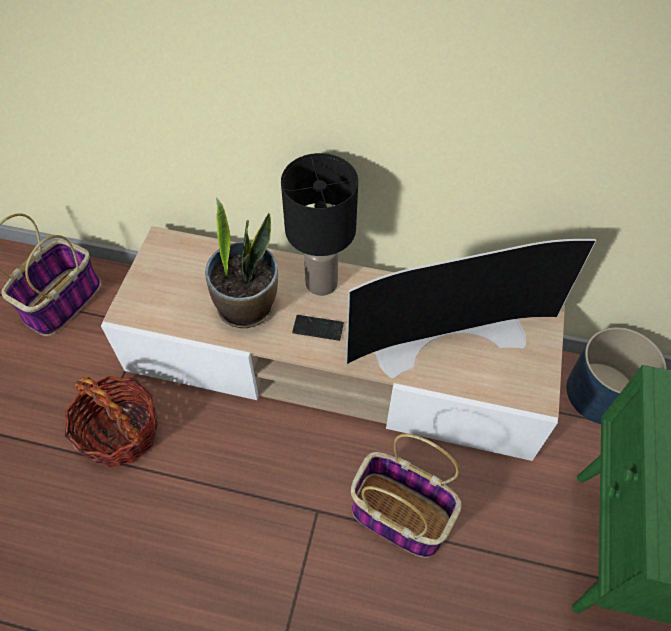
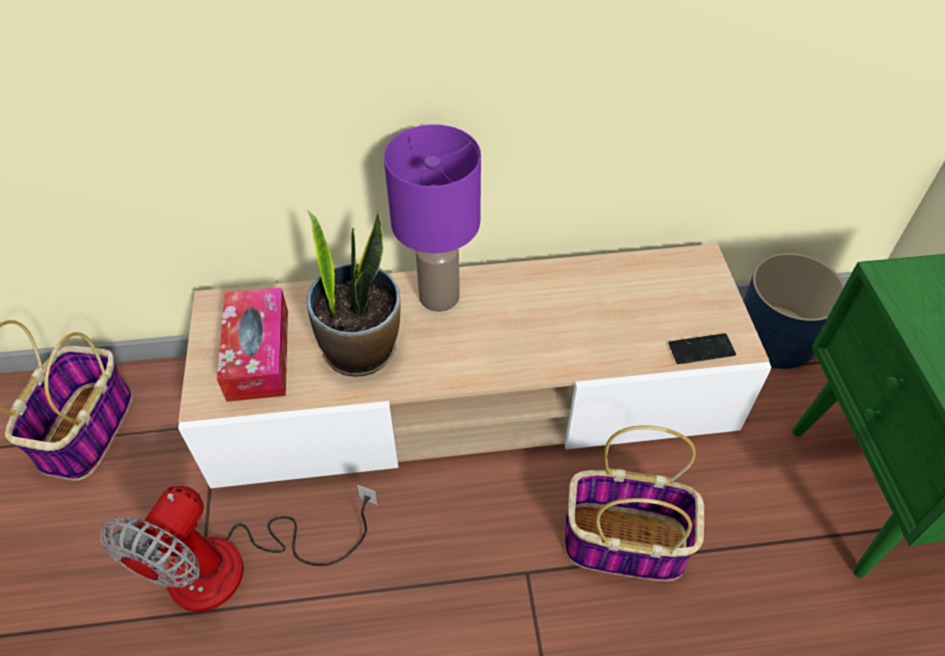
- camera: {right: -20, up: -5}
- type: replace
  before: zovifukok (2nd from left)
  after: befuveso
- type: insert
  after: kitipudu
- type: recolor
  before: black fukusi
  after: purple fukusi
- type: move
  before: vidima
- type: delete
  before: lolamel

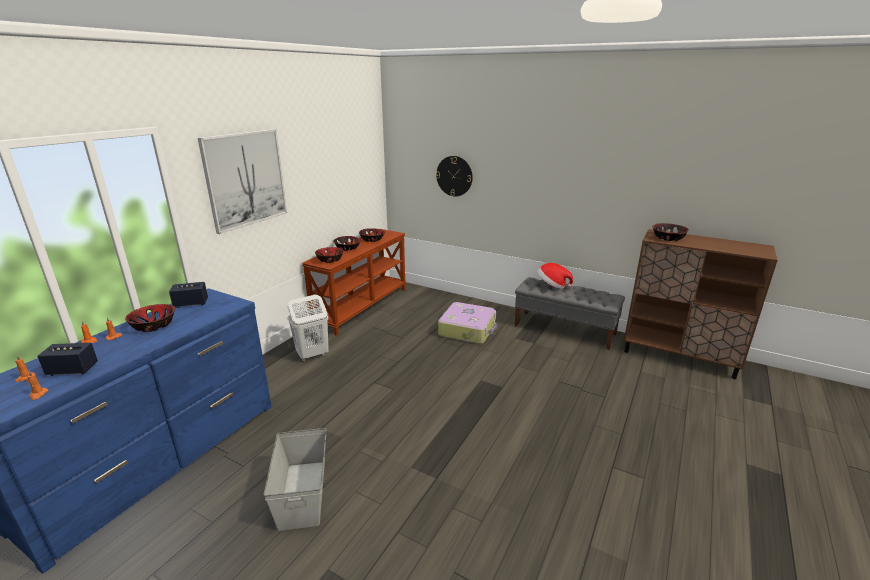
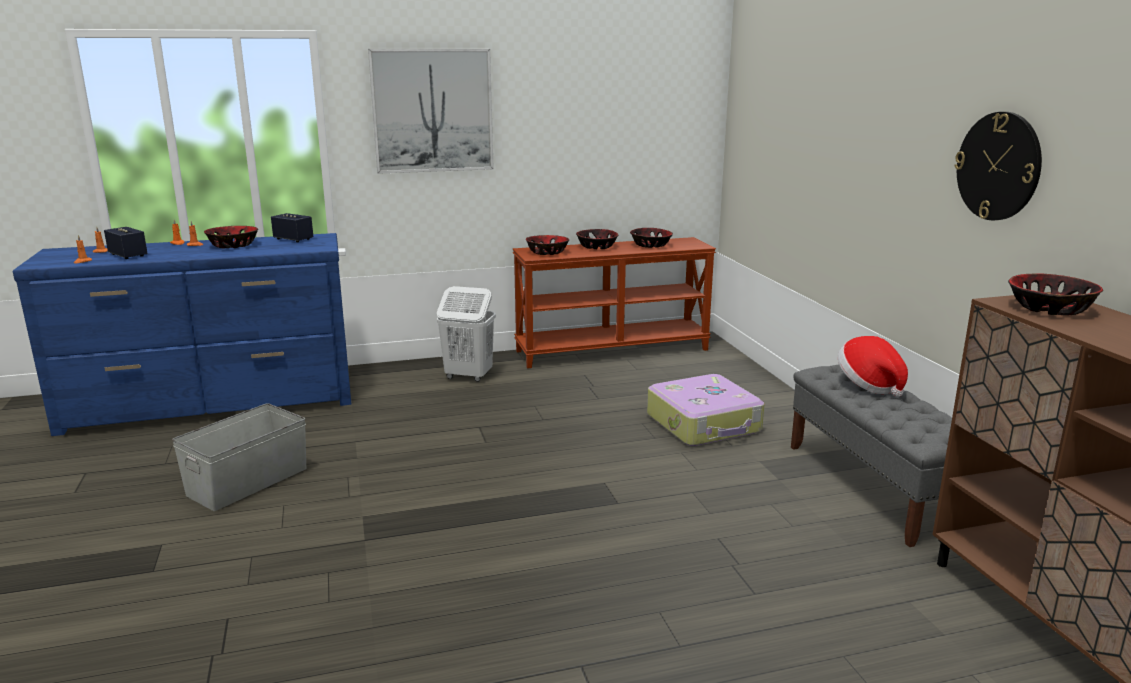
- camera: {right: 45, up: -5}
- type: move
  before: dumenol

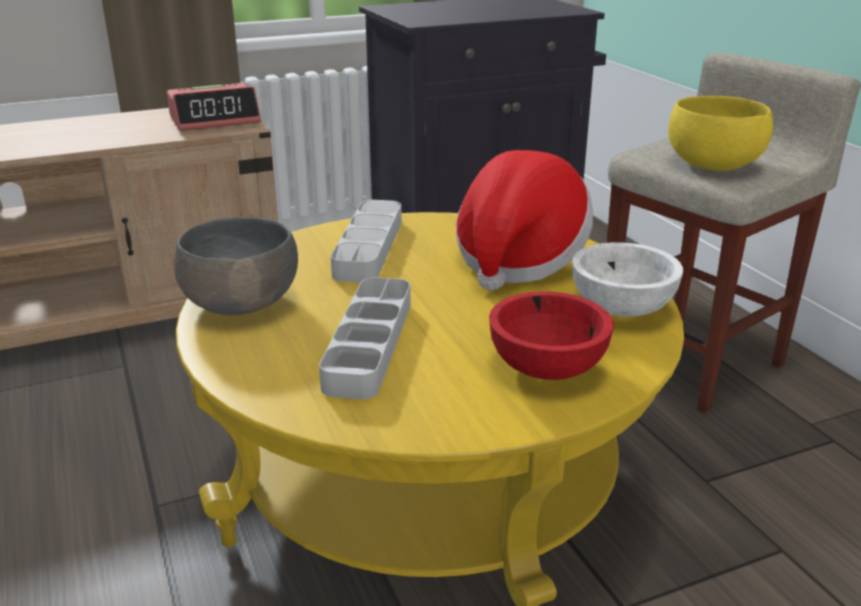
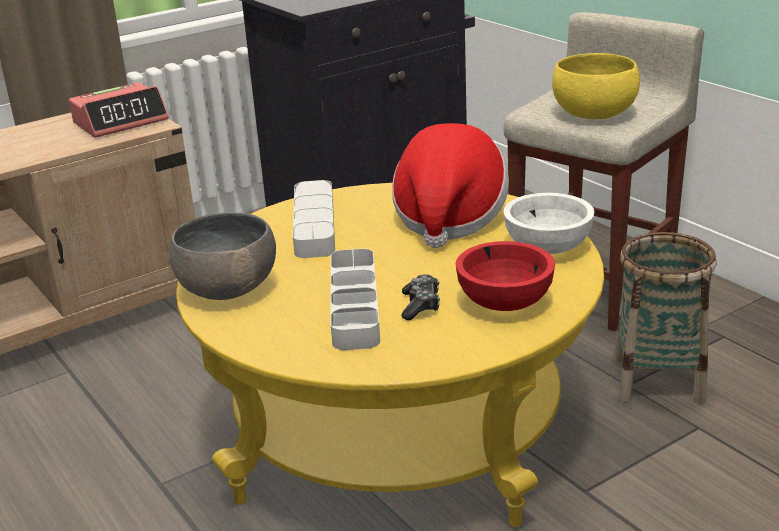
- camera: {right: -10, up: 0}
- type: insert
  after: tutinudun
- type: insert
  after: zovifukok

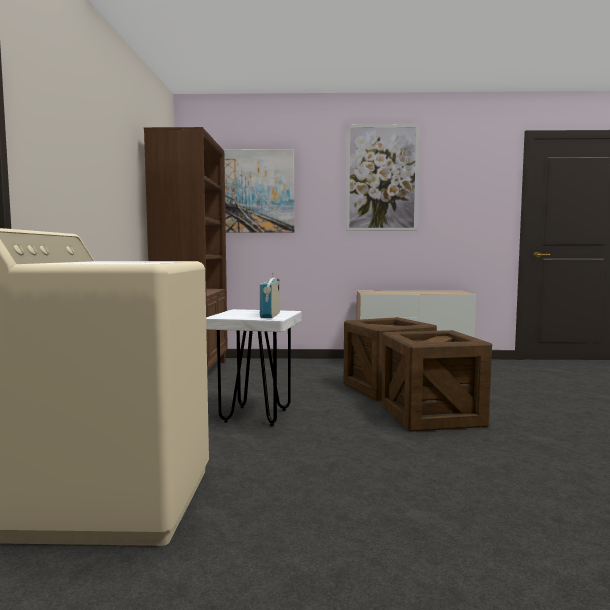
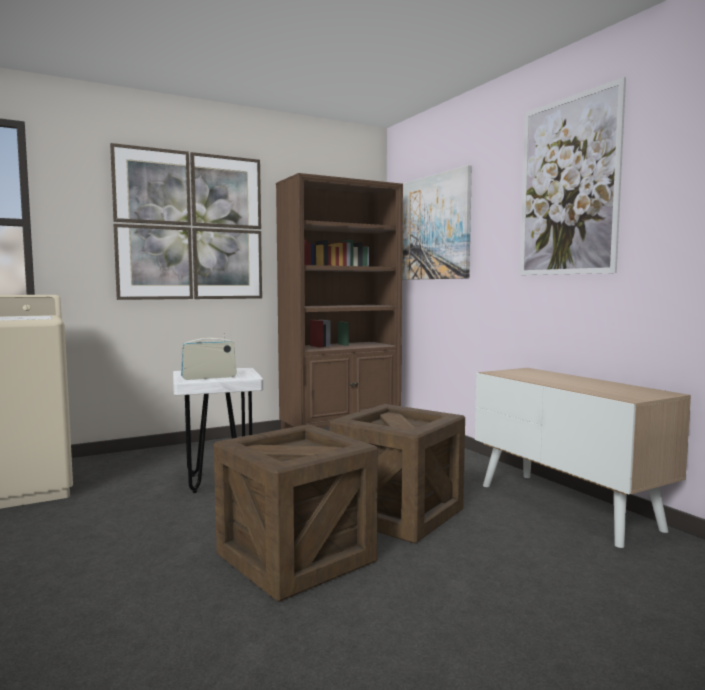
- camera: {right: 60, up: 0}
- type: insert
  after: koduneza (1st from left)

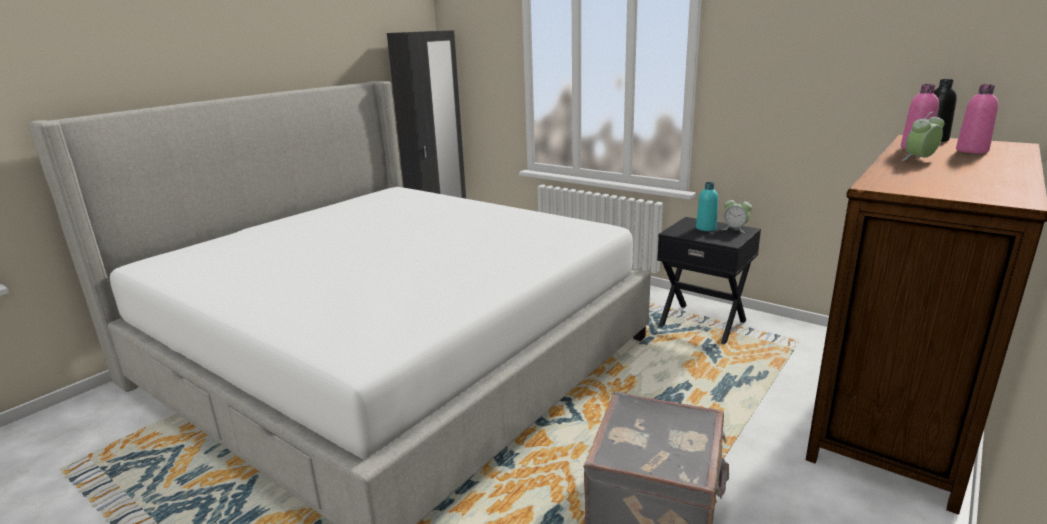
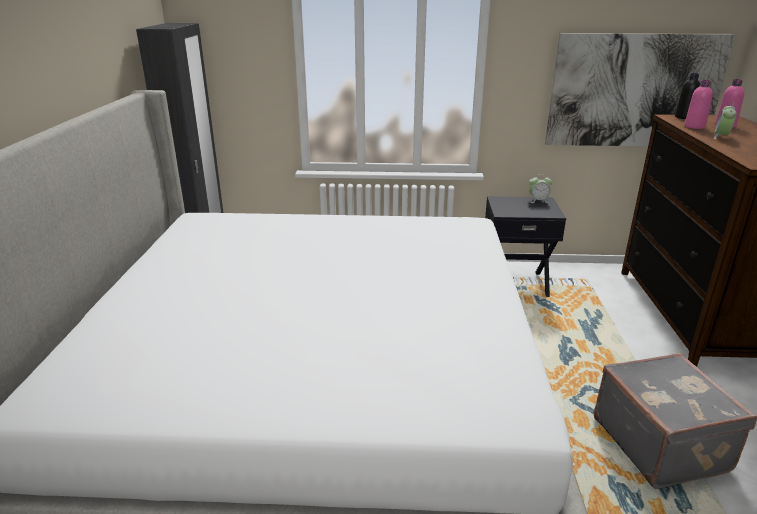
- camera: {right: -35, up: 5}
- type: insert
  after: koduneza
- type: delete
  before: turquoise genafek

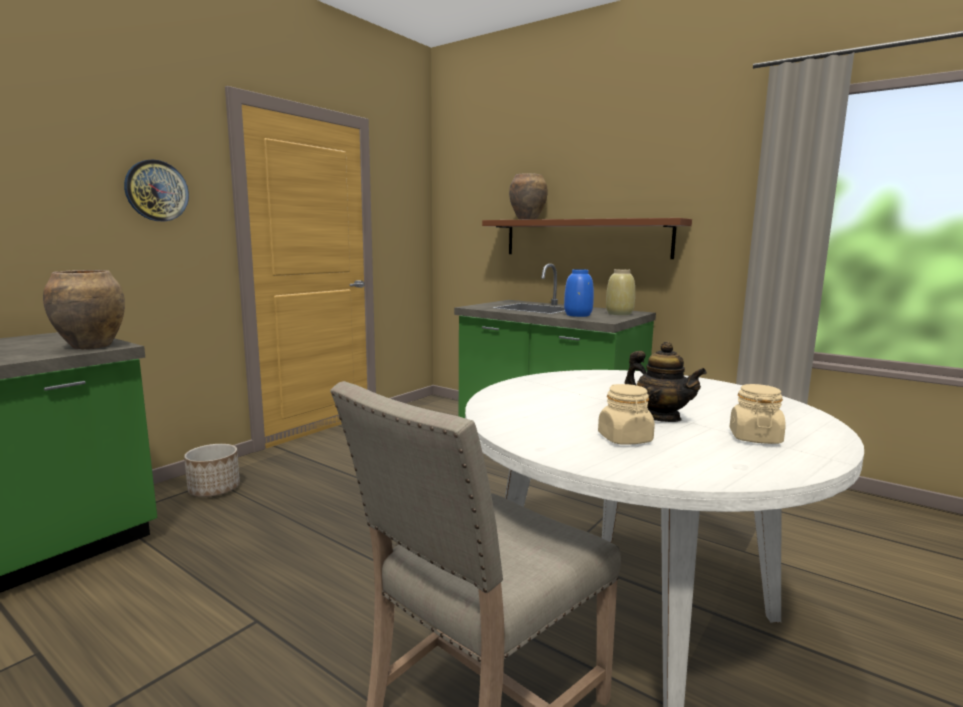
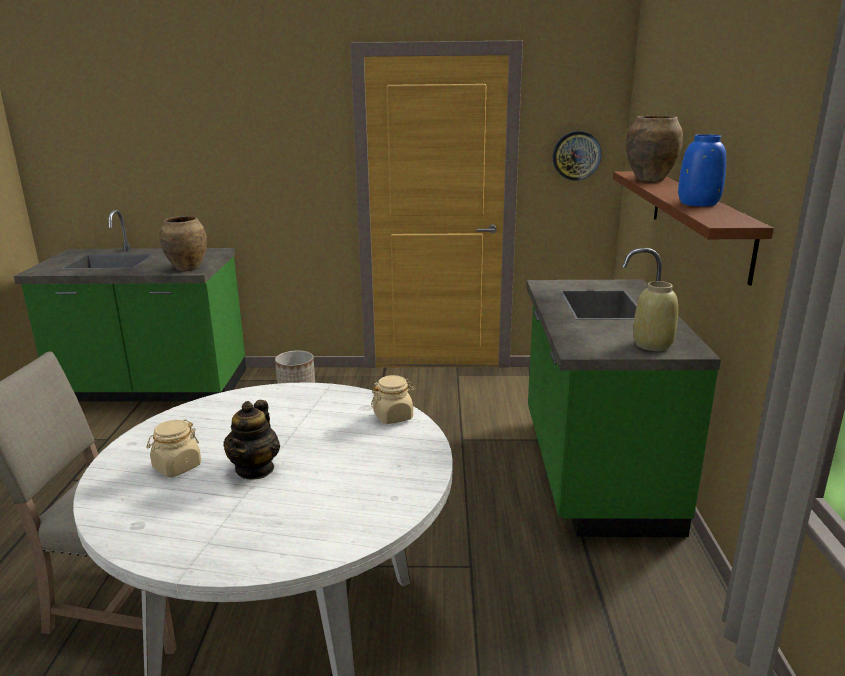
- camera: {right: 55, up: 10}
- type: move
  before: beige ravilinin (2nd from left)
- type: move
  before: dumenol
- type: move
  before: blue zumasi

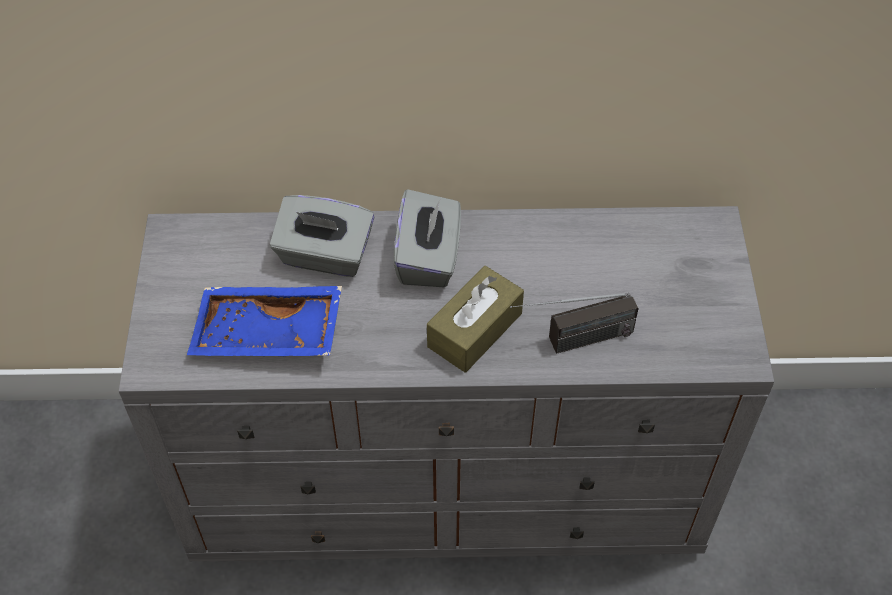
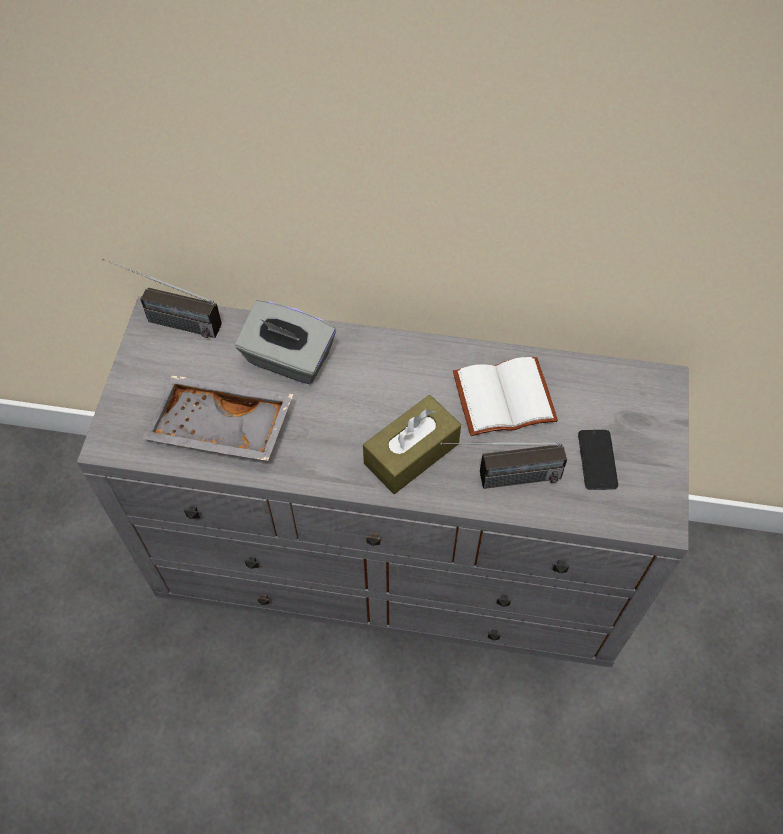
- camera: {right: 10, up: 5}
- type: insert
  after: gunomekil (1st from left)
- type: recolor
  before: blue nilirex
  after: grey nilirex
- type: insert
  after: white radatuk
- type: insert
  after: vidima
- type: delete
  before: grey kitipudu (2nd from left)

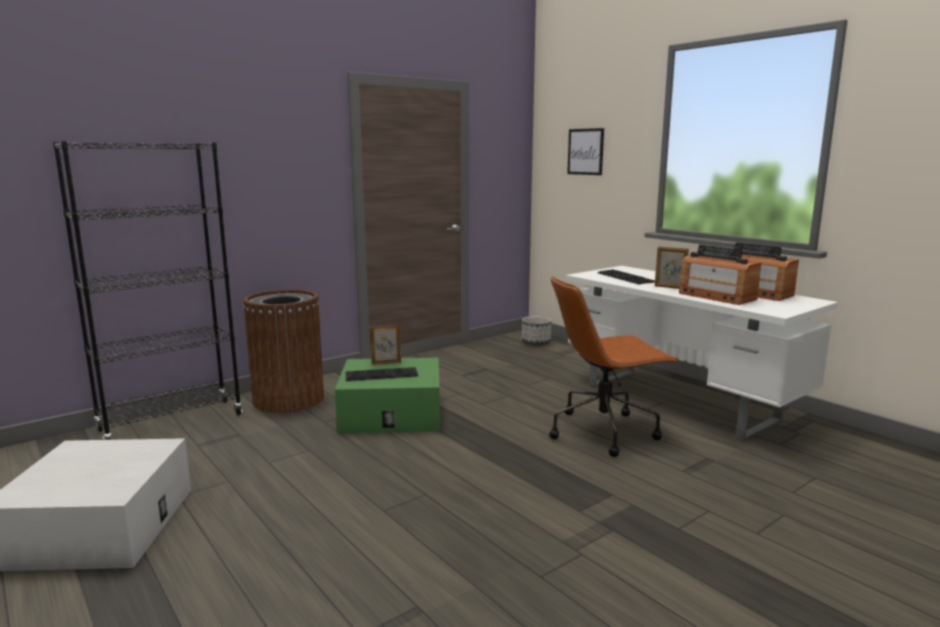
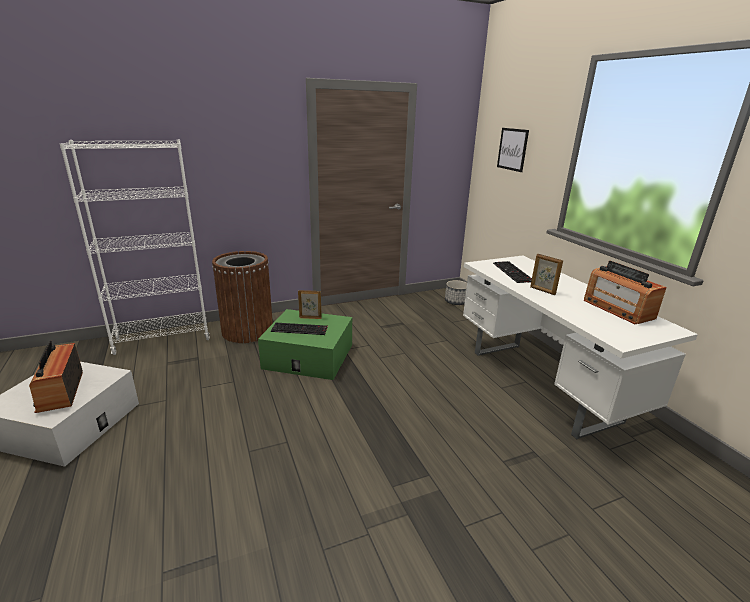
- camera: {right: 15, up: 10}
- type: move
  before: gunomekil (1st from left)
- type: recolor
  before: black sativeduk
  after: white sativeduk
- type: delete
  before: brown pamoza

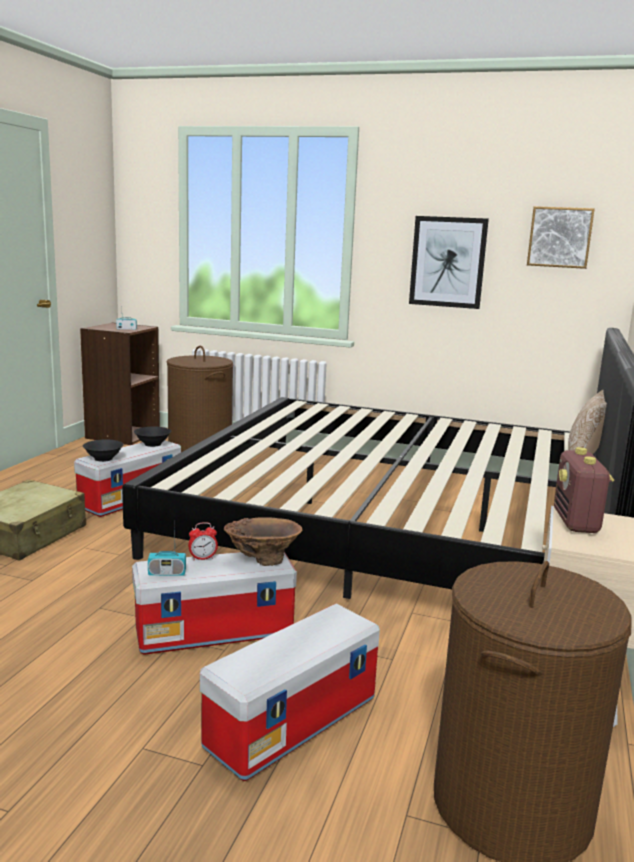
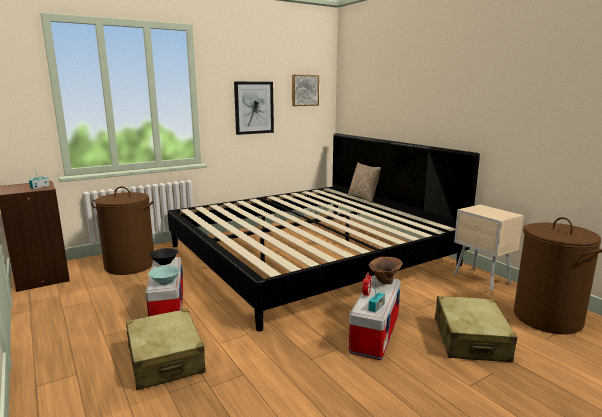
- camera: {right: -50, up: 0}
- type: recolor
  before: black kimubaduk (1st from left)
  after: turquoise kimubaduk
- type: replace
  before: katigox (3rd from left)
  after: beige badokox (2nd from left)
- type: delete
  before: gunomekil (3rd from left)

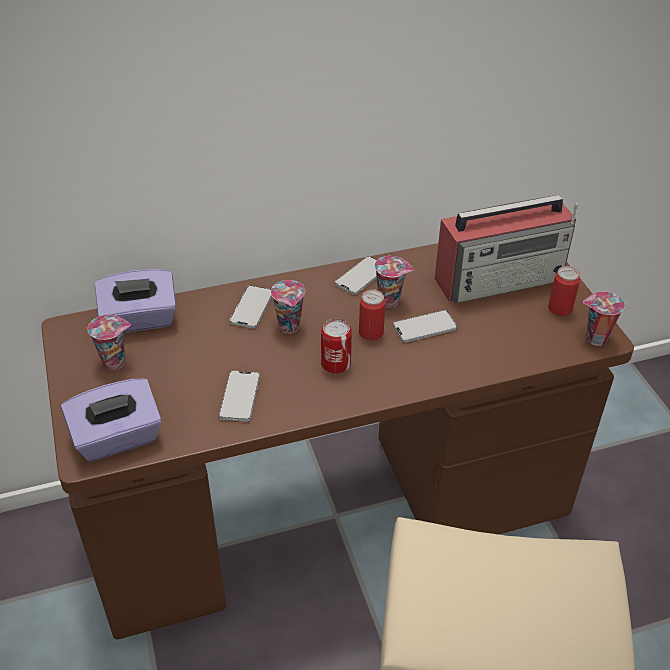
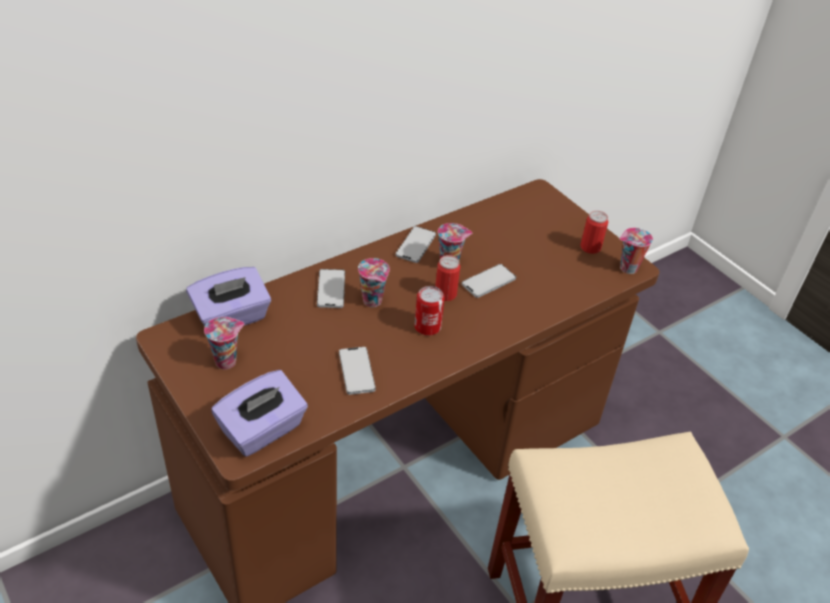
- camera: {right: -20, up: 0}
- type: delete
  before: gunomekil

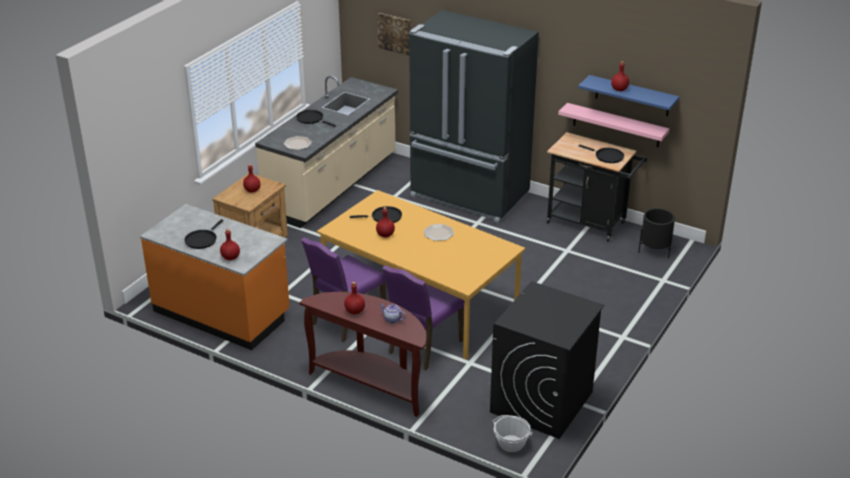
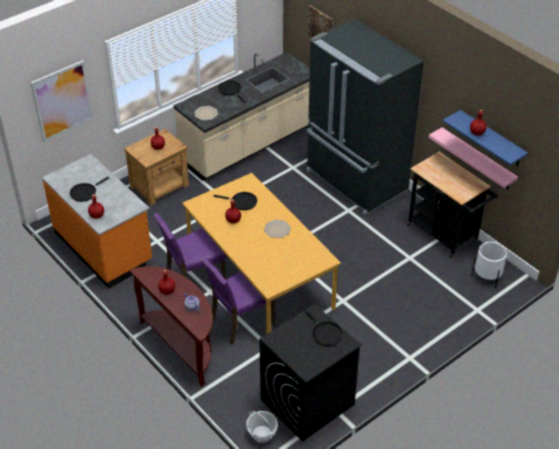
- camera: {right: 20, up: 10}
- type: insert
  after: koduneza (1st from left)
- type: move
  before: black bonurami (4th from left)
- type: recolor
  before: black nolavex
  after: white nolavex

